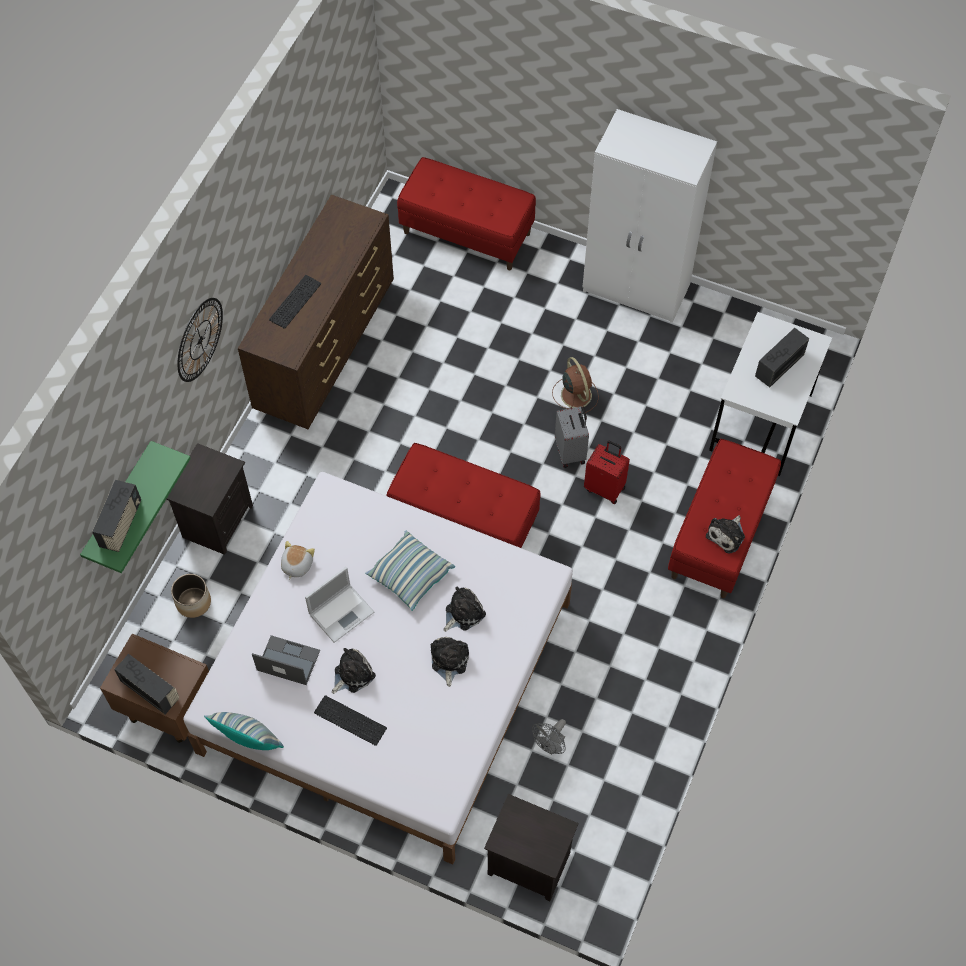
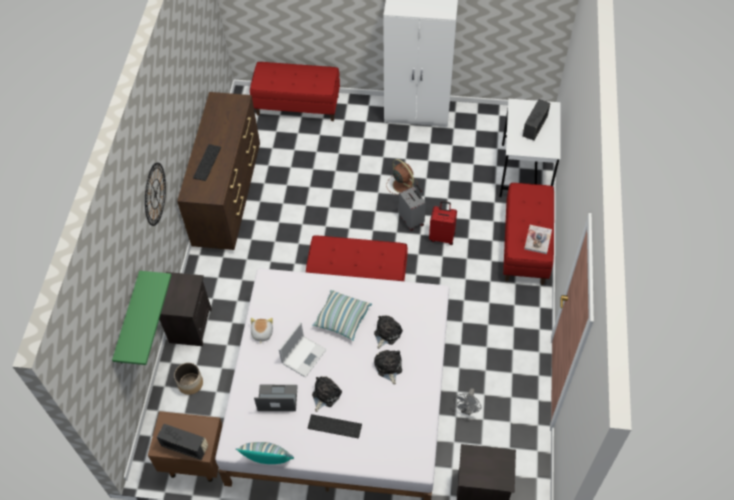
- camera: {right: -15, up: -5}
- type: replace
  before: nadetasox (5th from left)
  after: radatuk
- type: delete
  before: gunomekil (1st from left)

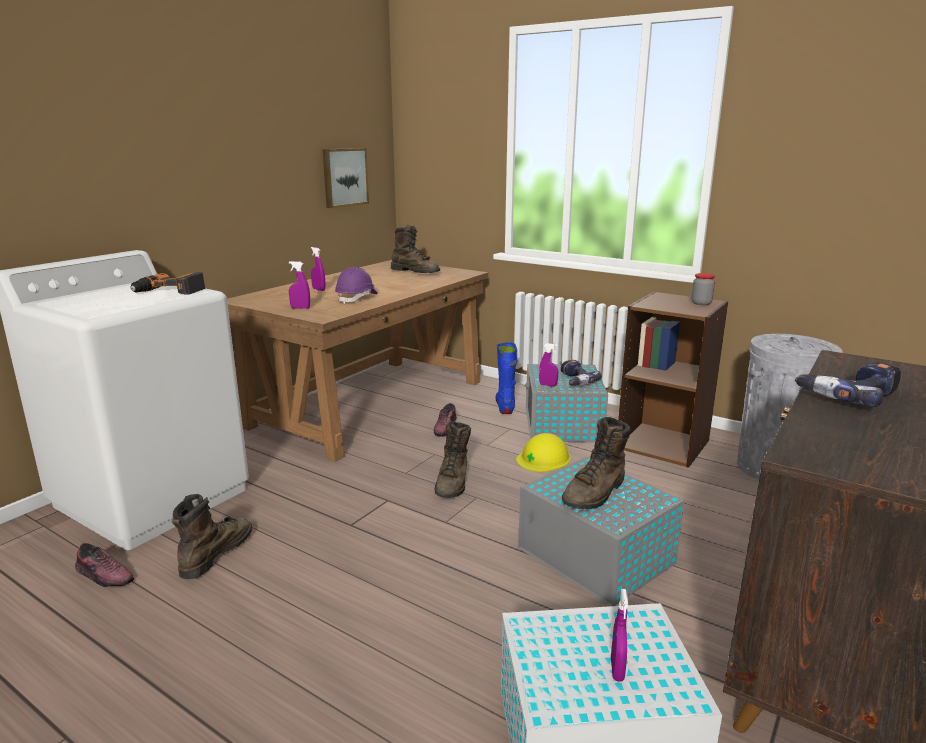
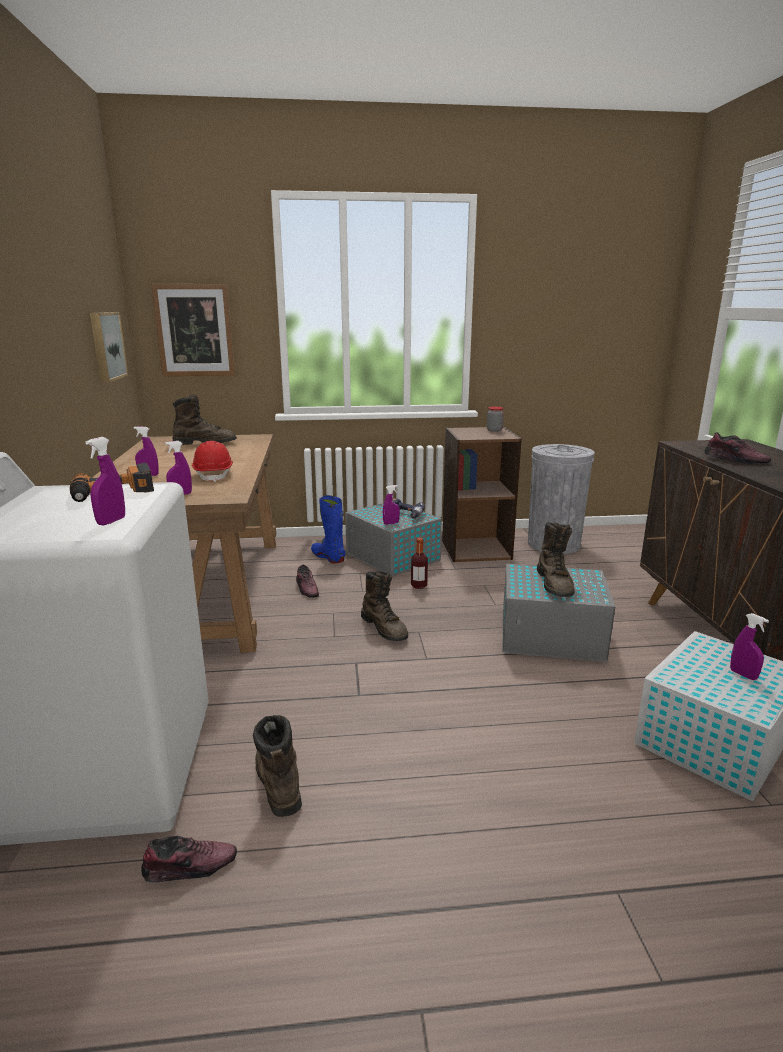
- camera: {right: -40, up: 0}
- type: insert
  after: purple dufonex (1st from left)
- type: insert
  after: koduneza (2nd from left)
- type: recolor
  before: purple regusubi
  after: red regusubi
- type: replace
  before: yellow regusubi
  after: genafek
- type: replace
  before: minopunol (3rd from left)
  after: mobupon (3rd from left)

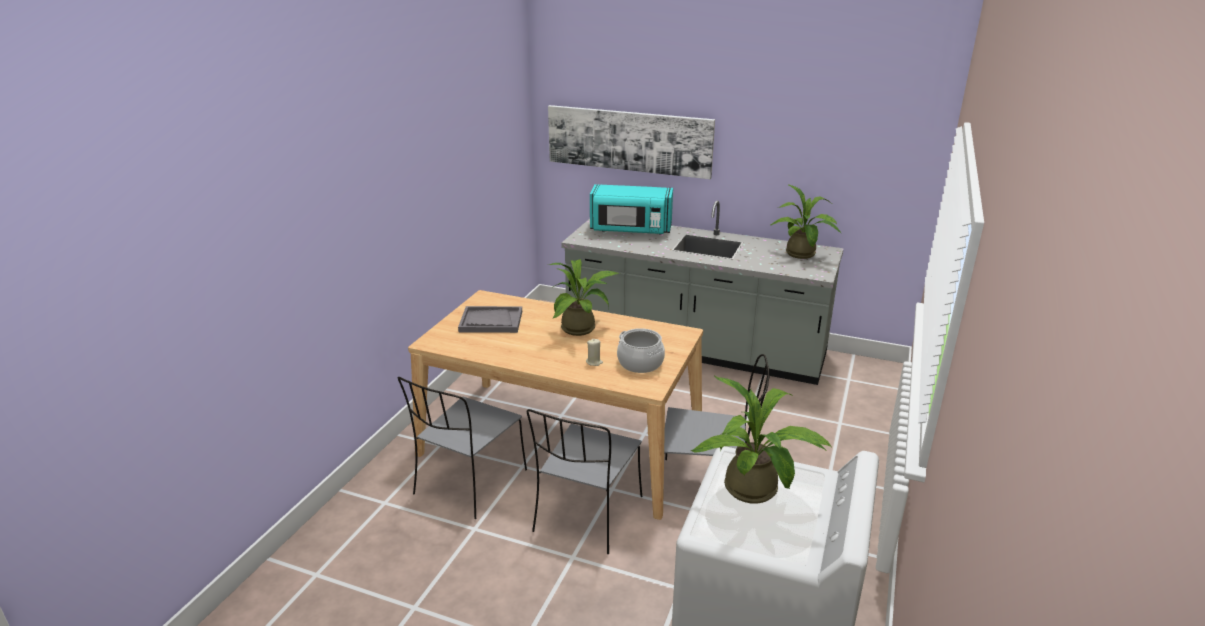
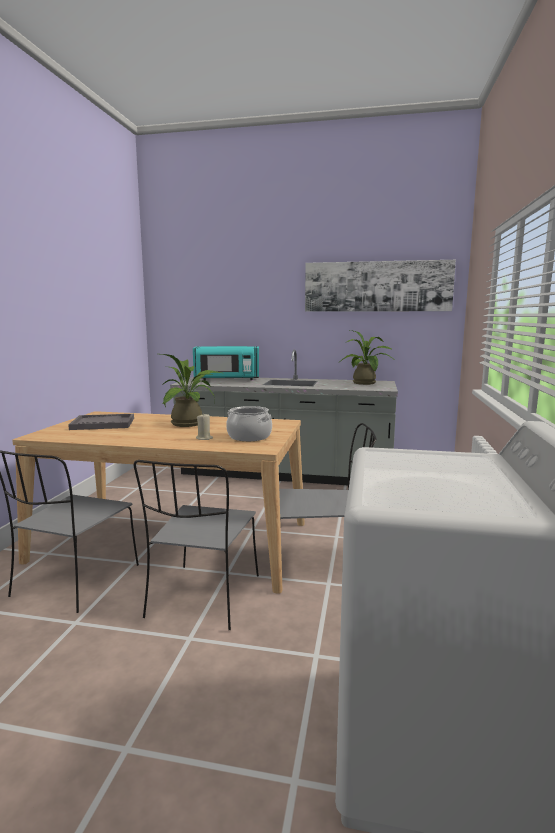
- camera: {right: -10, up: -15}
- type: move
  before: koduneza
- type: delete
  before: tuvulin (2nd from left)

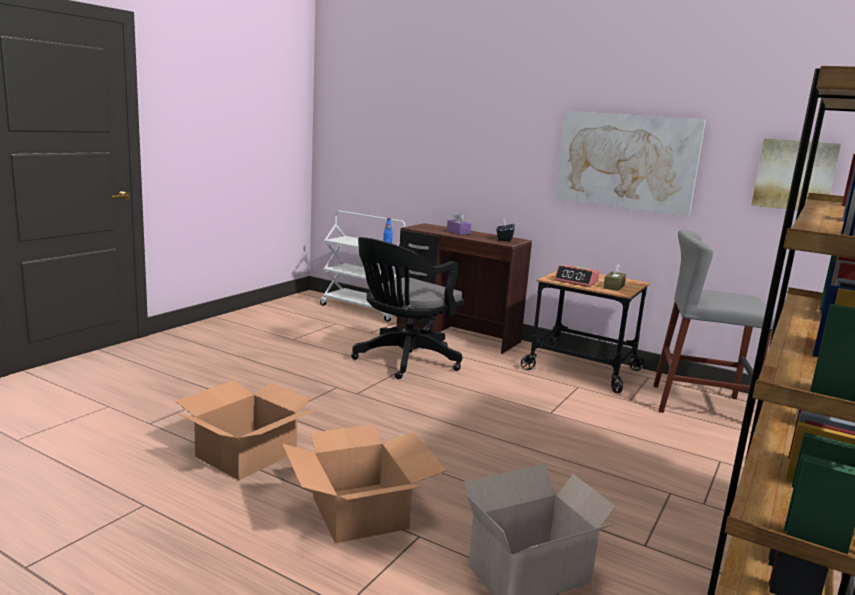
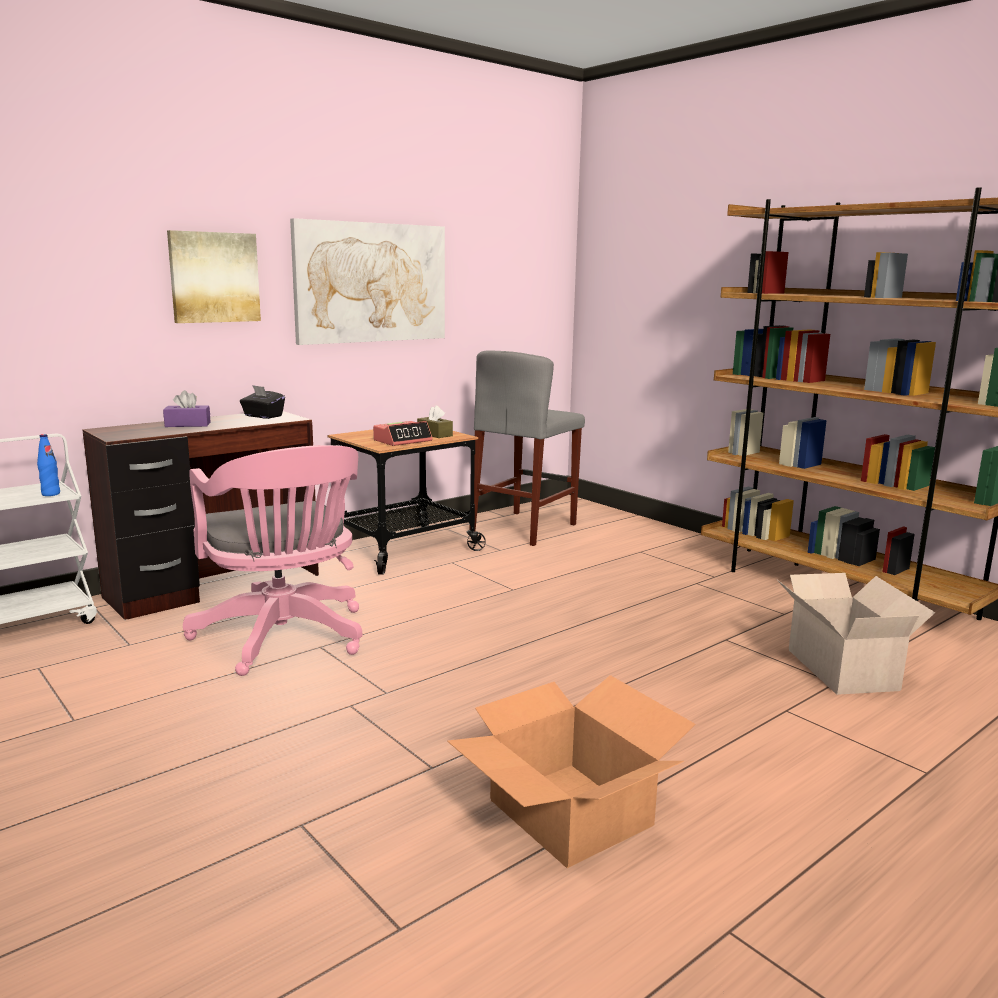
- camera: {right: -70, up: 0}
- type: move
  before: koduneza (2nd from left in the first image)
  after: koduneza (1st from left)
- type: recolor
  before: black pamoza
  after: pink pamoza
- type: delete
  before: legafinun (2nd from left)

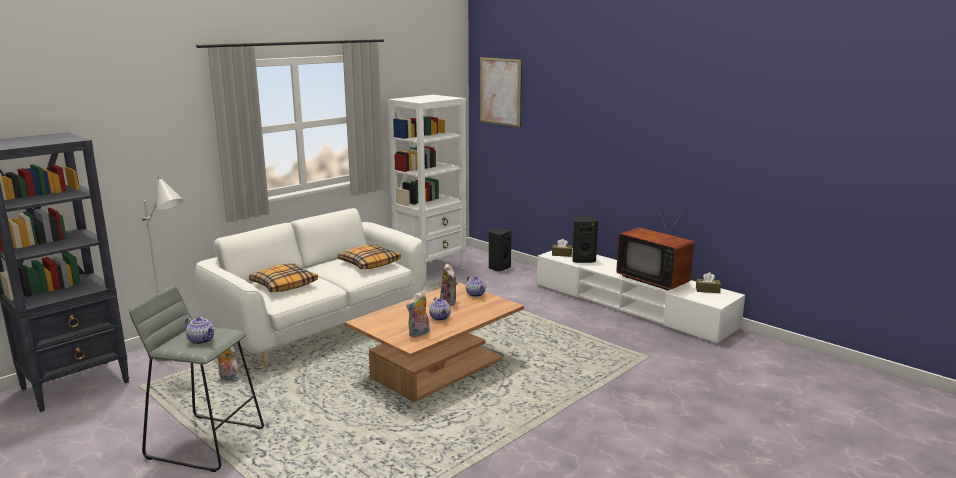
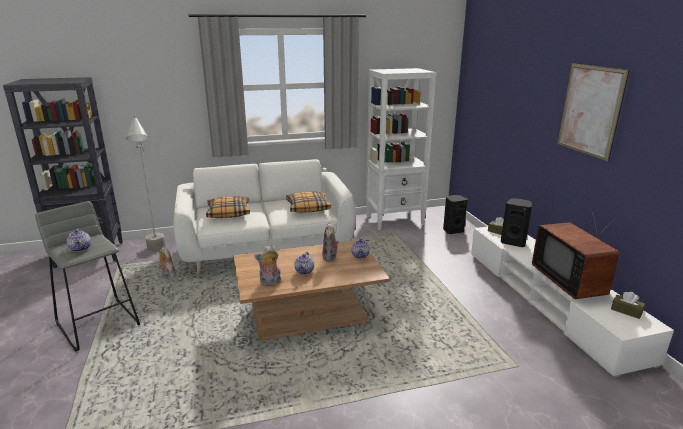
- camera: {right: 30, up: 5}
- type: move
  before: koduneza

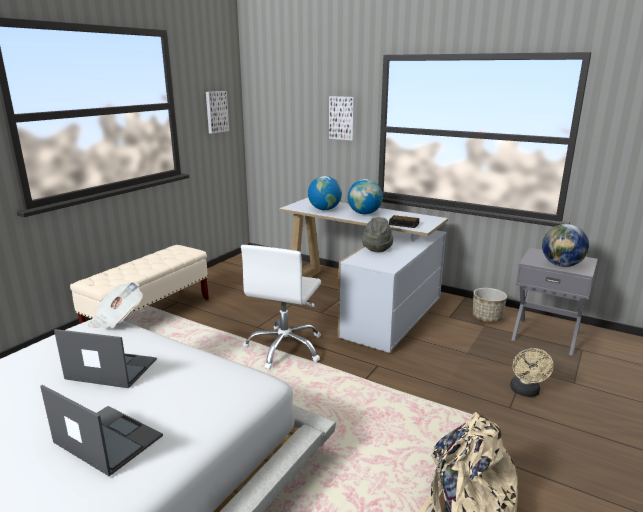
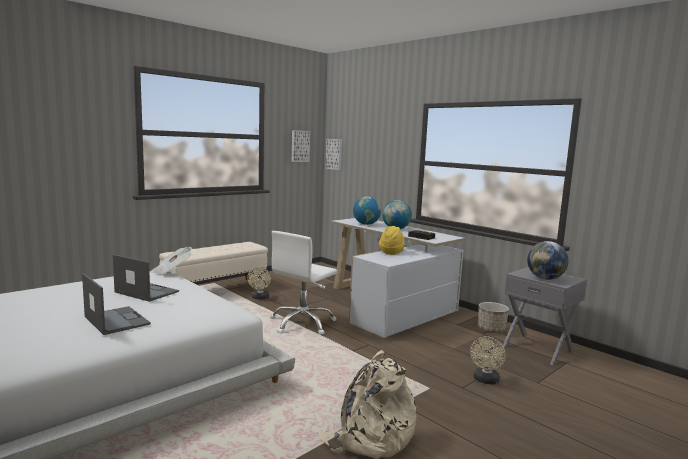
- camera: {right: 15, up: -10}
- type: insert
  after: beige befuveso (1st from left)
- type: move
  before: koduneza (2nd from left)
- type: recolor
  before: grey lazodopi
  after: yellow lazodopi

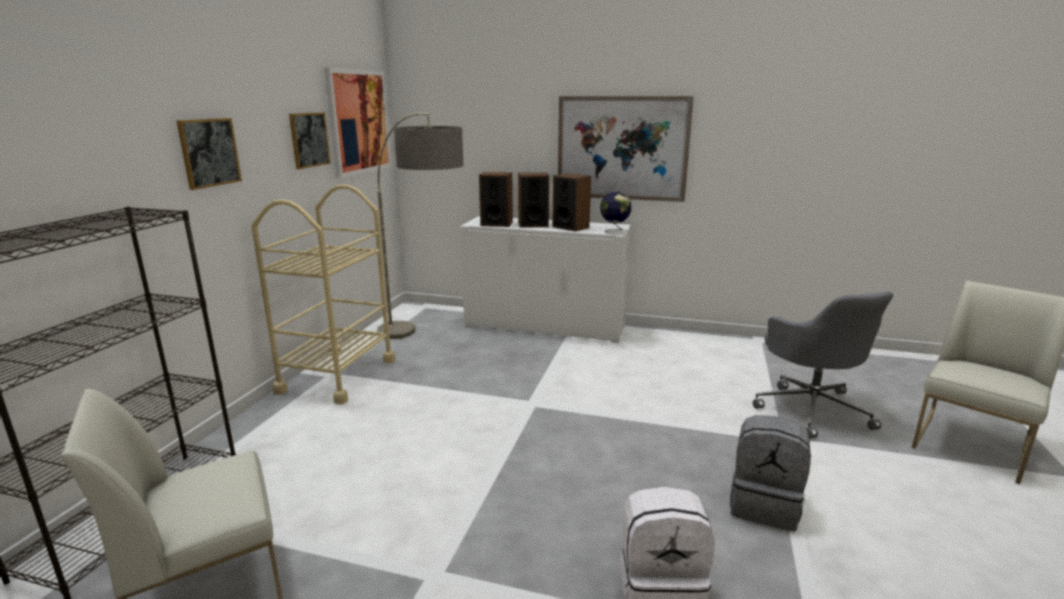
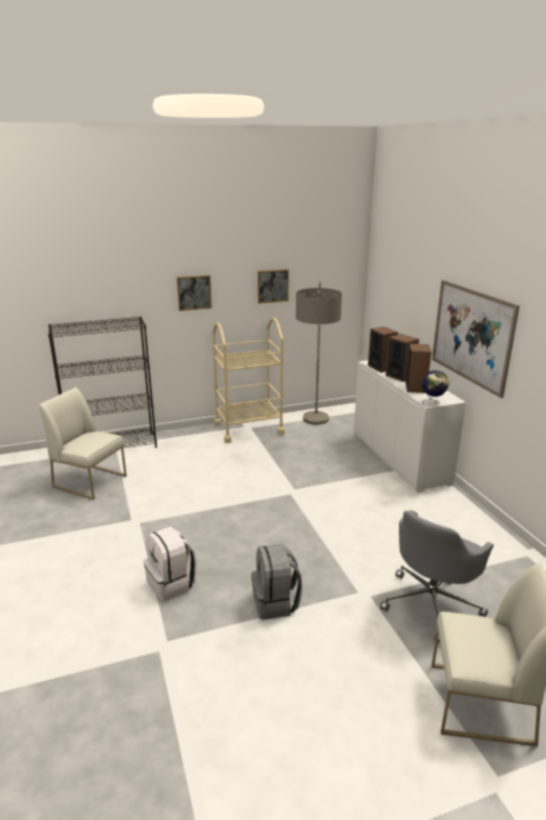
- camera: {right: 55, up: 5}
- type: delete
  before: koduneza (3rd from left)

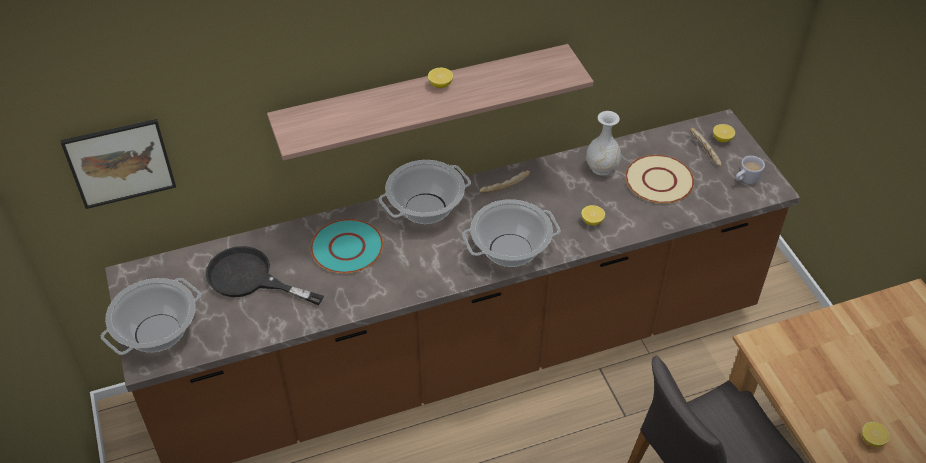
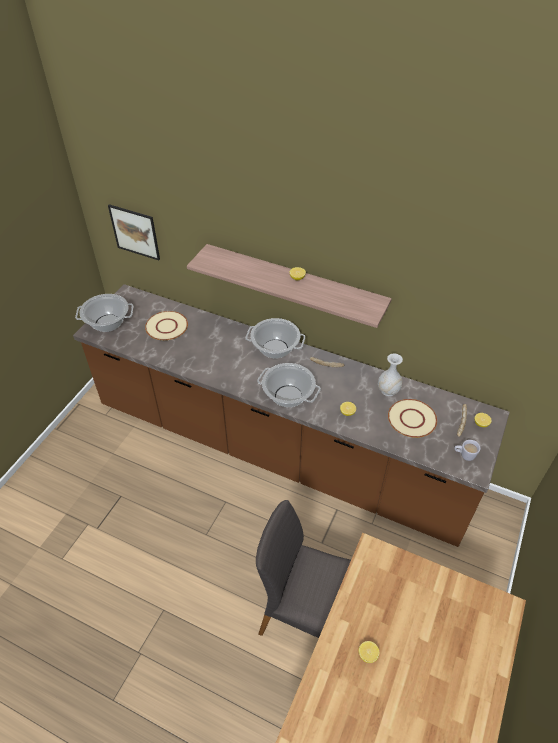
- camera: {right: 45, up: 0}
- type: replace
  before: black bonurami
  after: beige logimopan (1st from left)
- type: delete
  before: turquoise logimopan

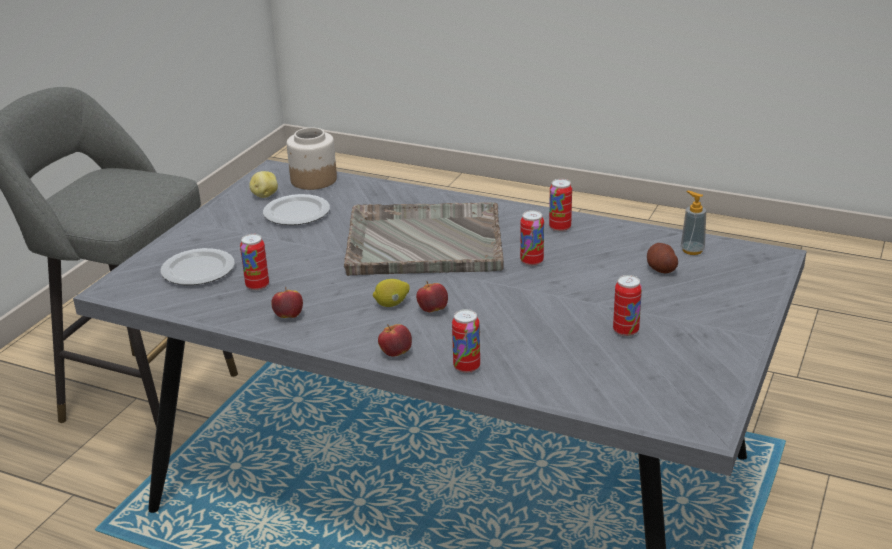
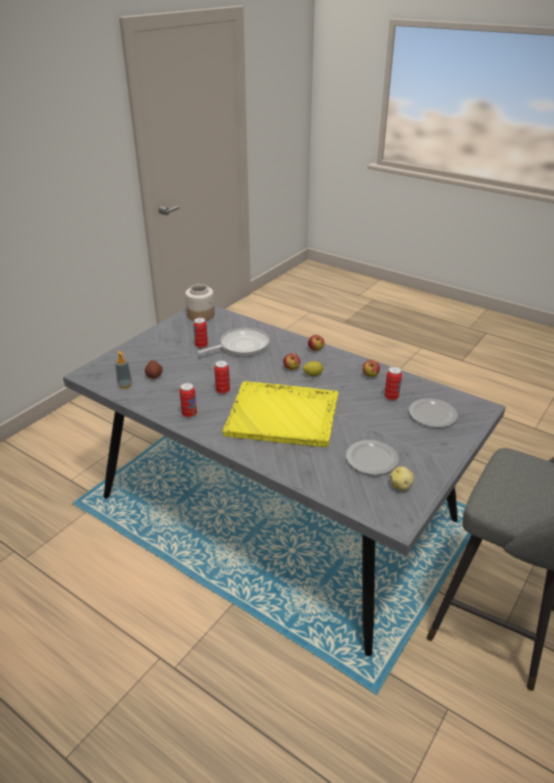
- camera: {right: -170, up: 5}
- type: move
  before: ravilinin
- type: insert
  after: bonurami
- type: recolor
  before: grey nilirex
  after: yellow nilirex
- type: delete
  before: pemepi (2nd from left)

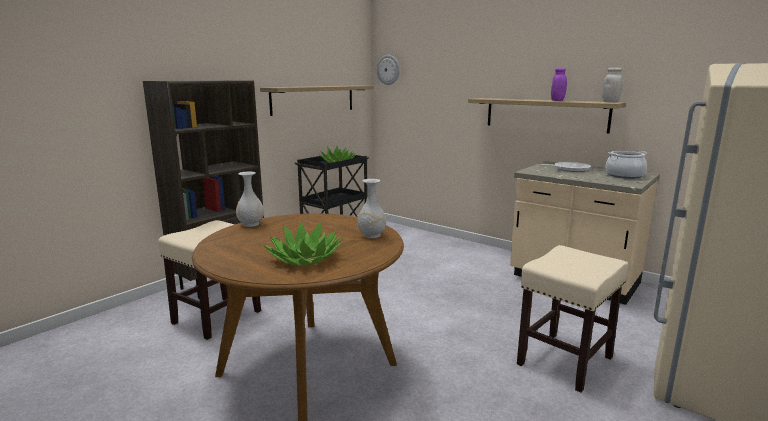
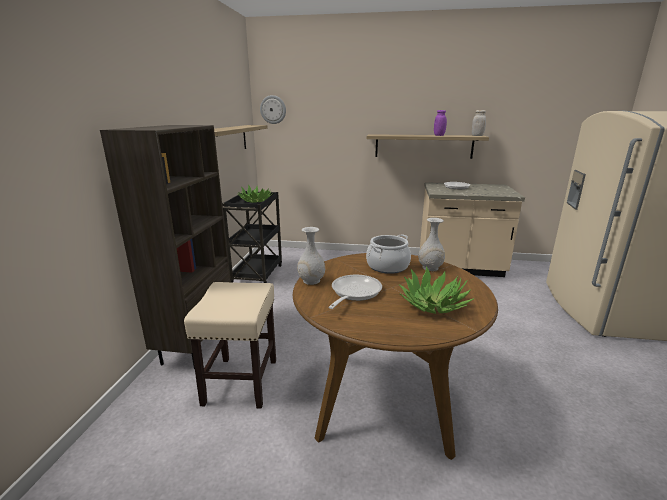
- camera: {right: -30, up: 5}
- type: insert
  after: bonurami (1st from left)
- type: move
  before: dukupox
- type: delete
  before: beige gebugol (2nd from left)

